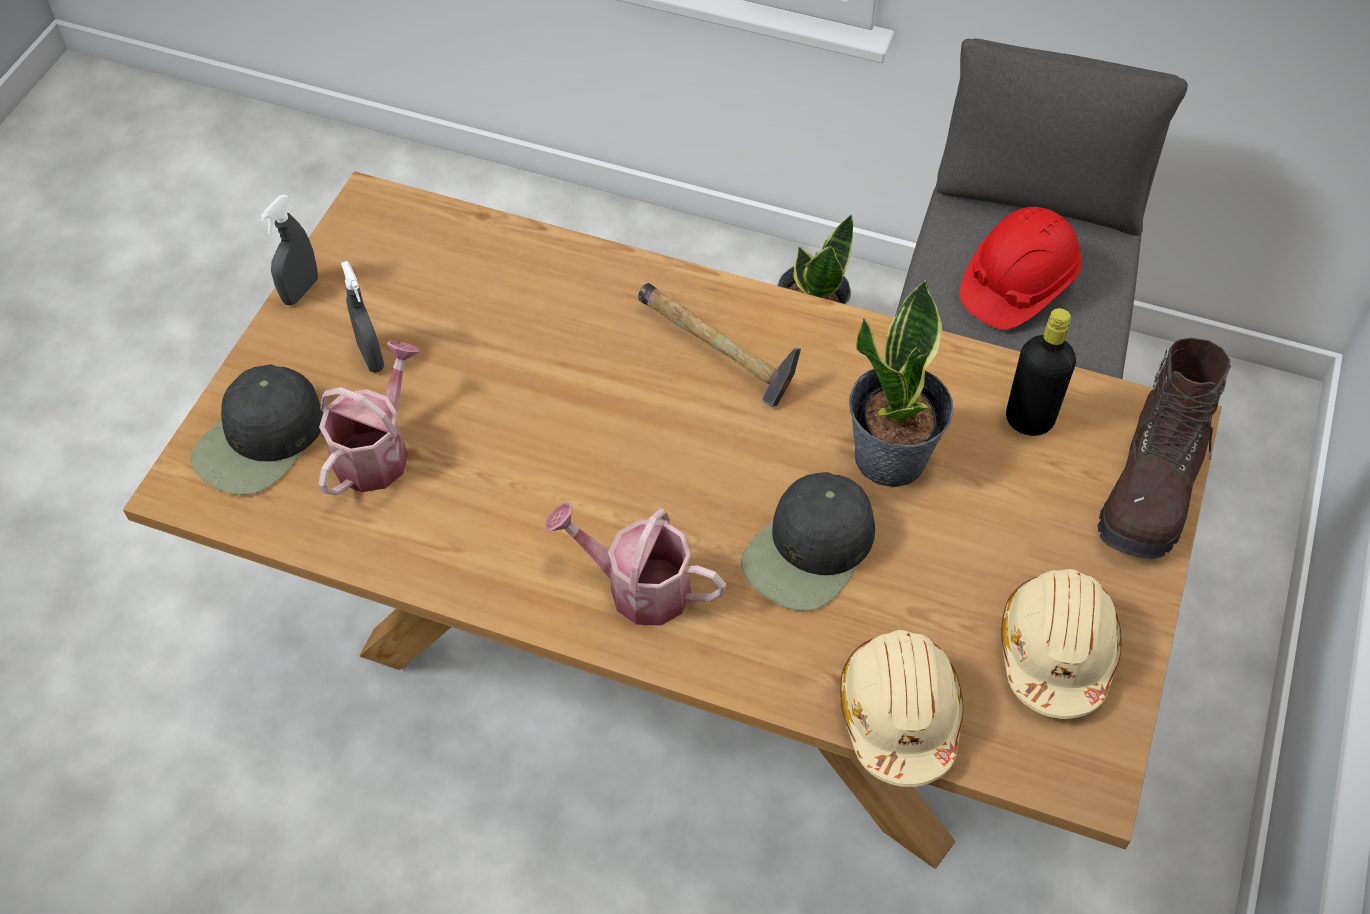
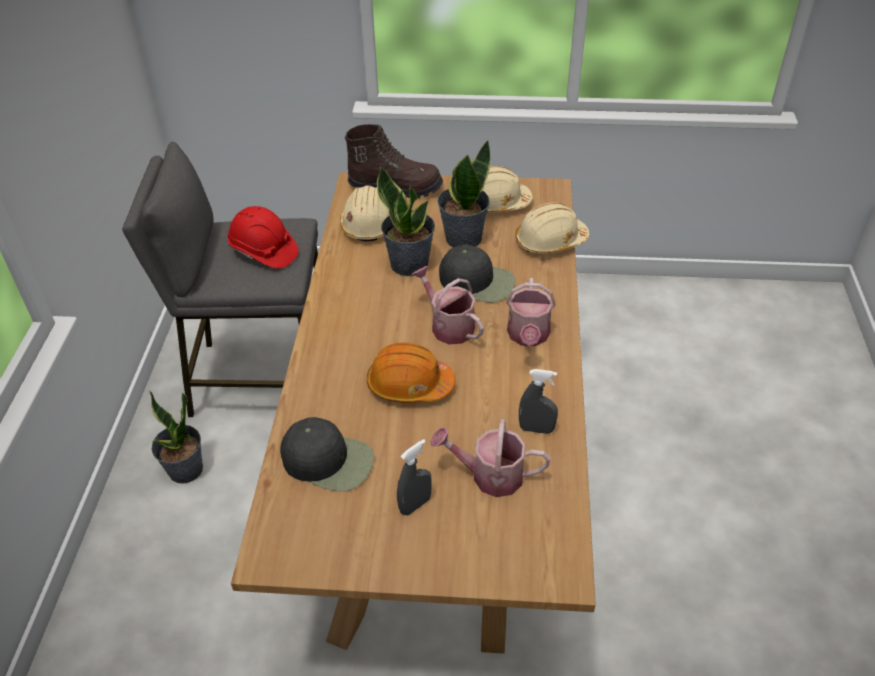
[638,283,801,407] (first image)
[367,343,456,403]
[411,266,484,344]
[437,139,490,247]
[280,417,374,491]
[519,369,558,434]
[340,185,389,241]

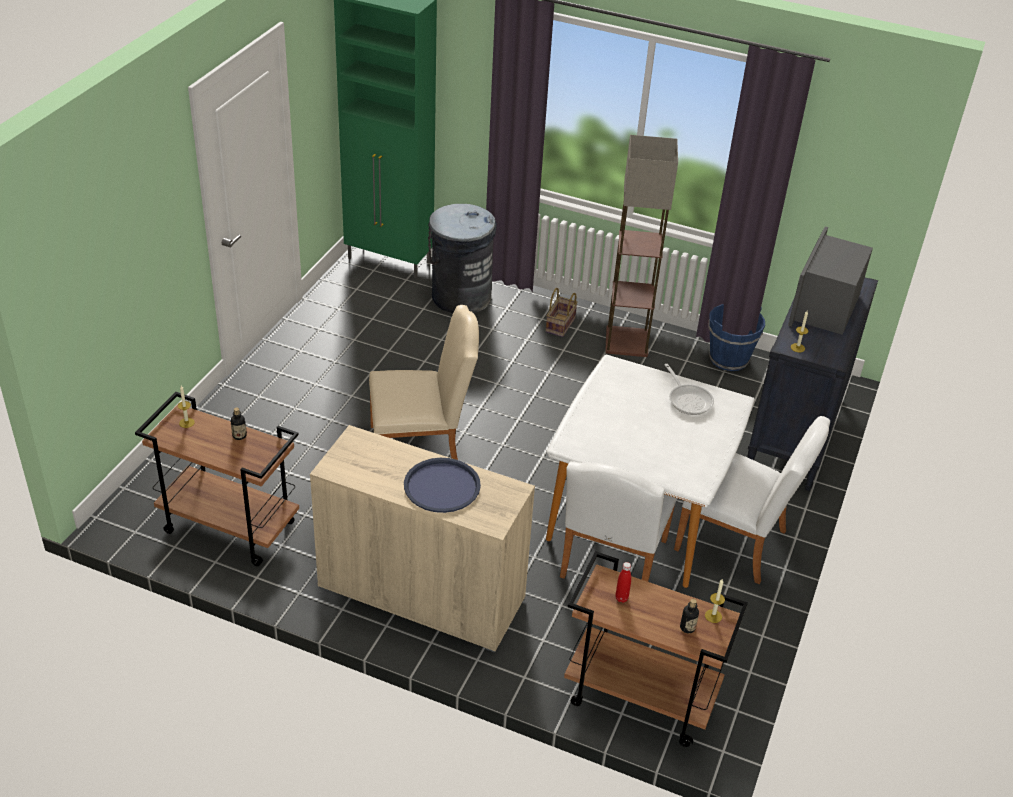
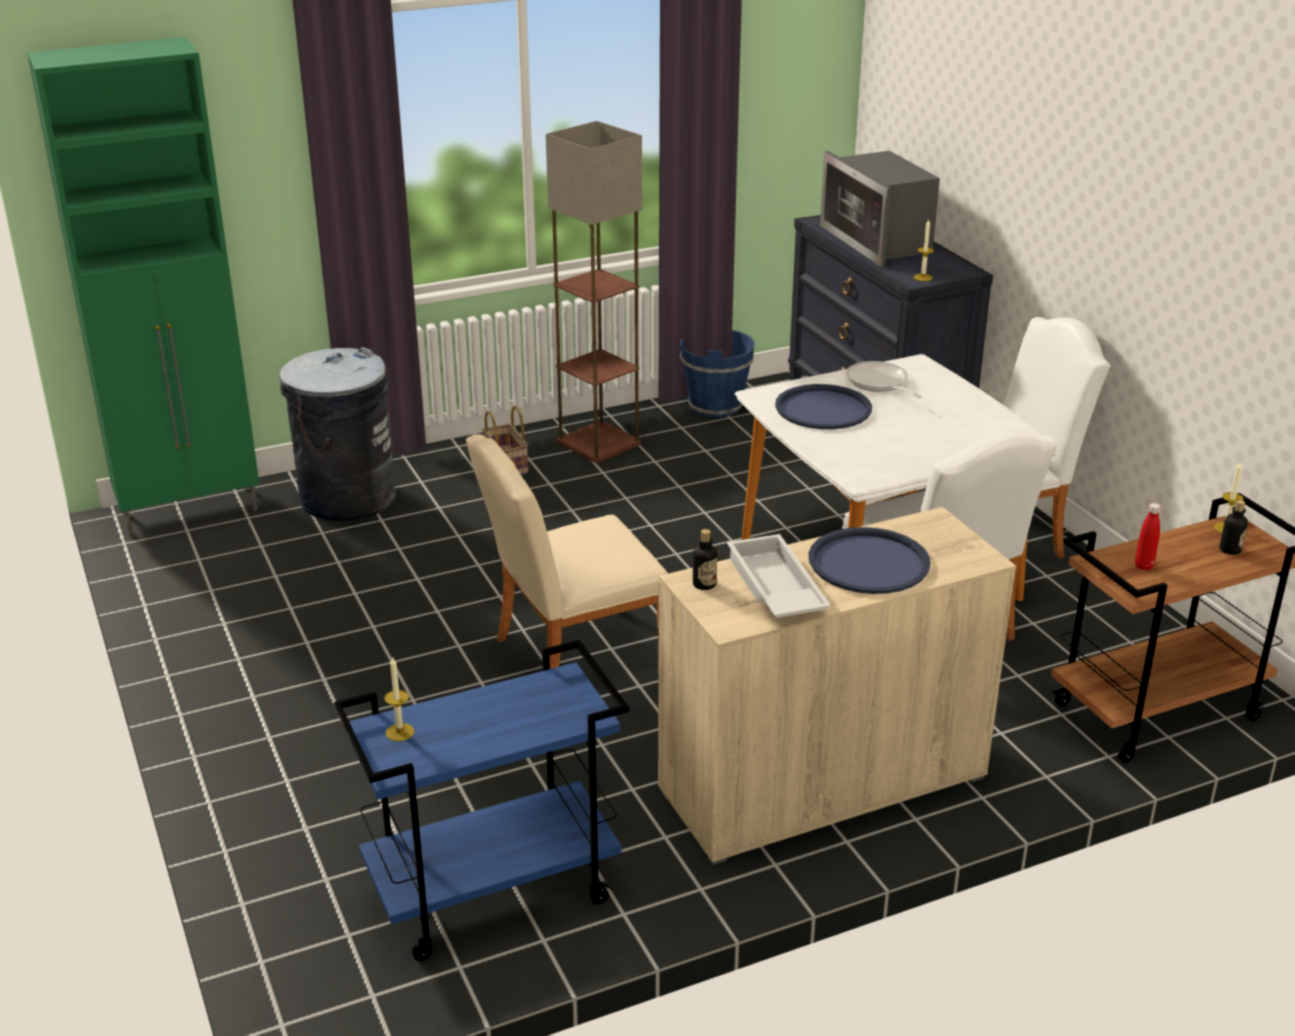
[727,534,831,618]
[775,384,872,429]
[693,529,717,590]
[334,640,629,961]
[466,434,668,669]
[846,361,922,398]

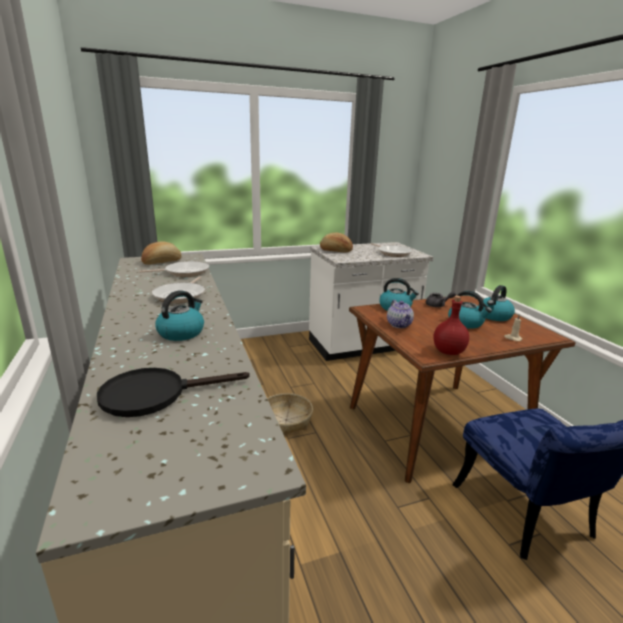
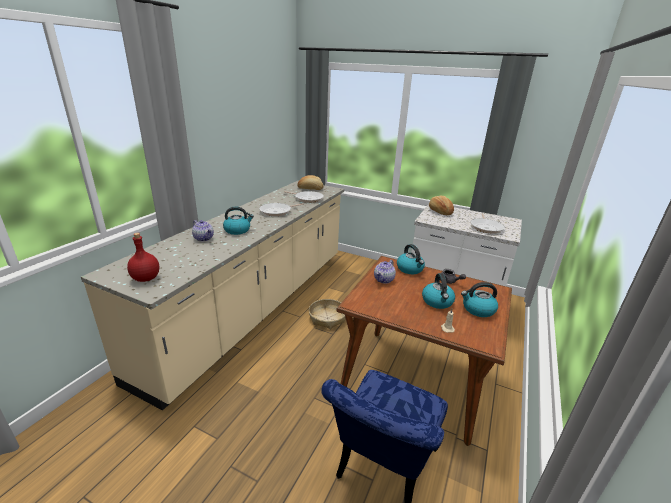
[97,368,249,417] (first image)
[192,220,214,242]
[127,233,159,282]

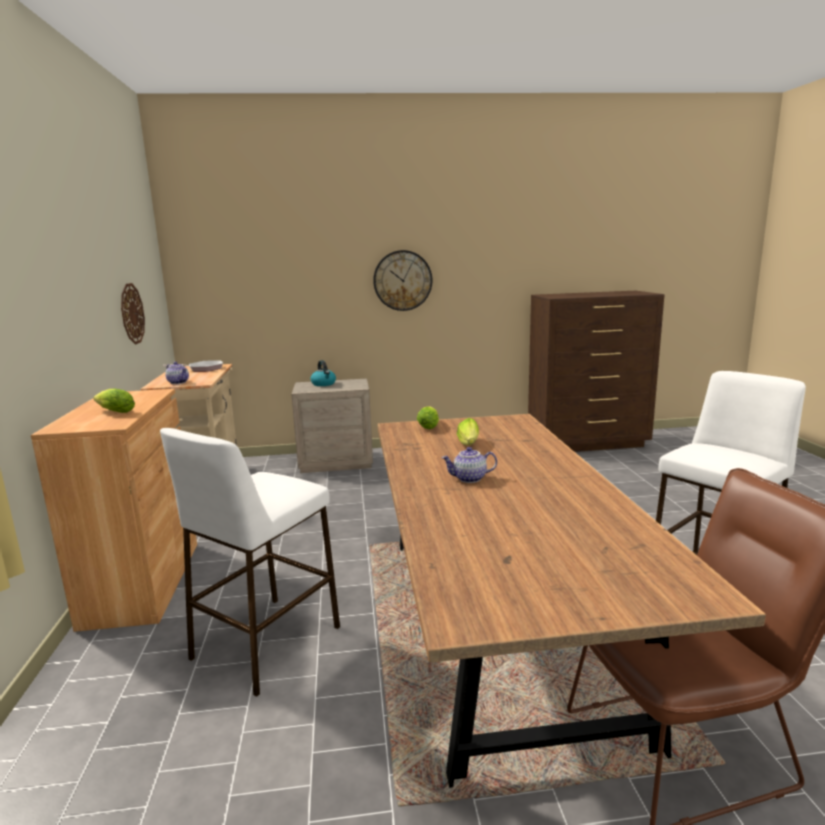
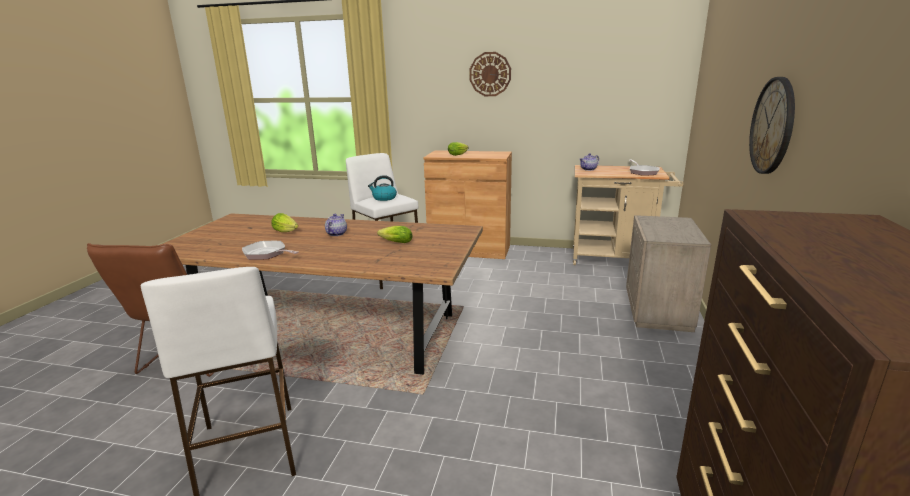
[242,241,299,260]
[470,52,511,96]
[368,175,397,201]
[271,213,298,232]

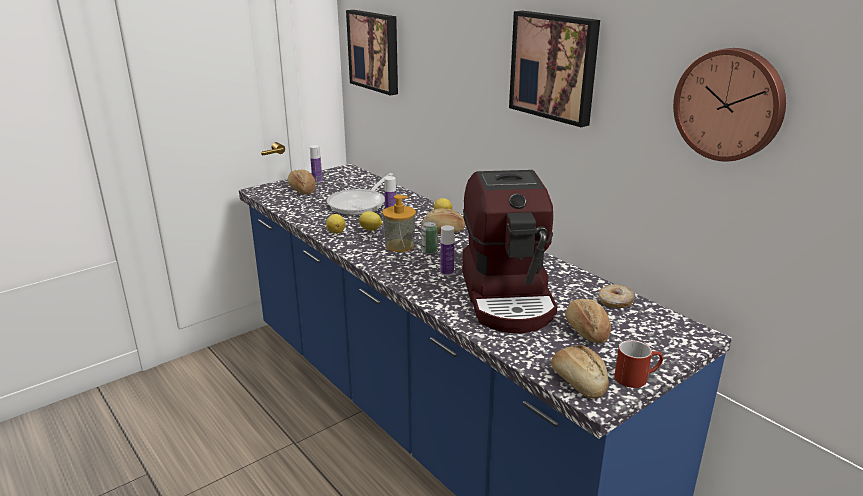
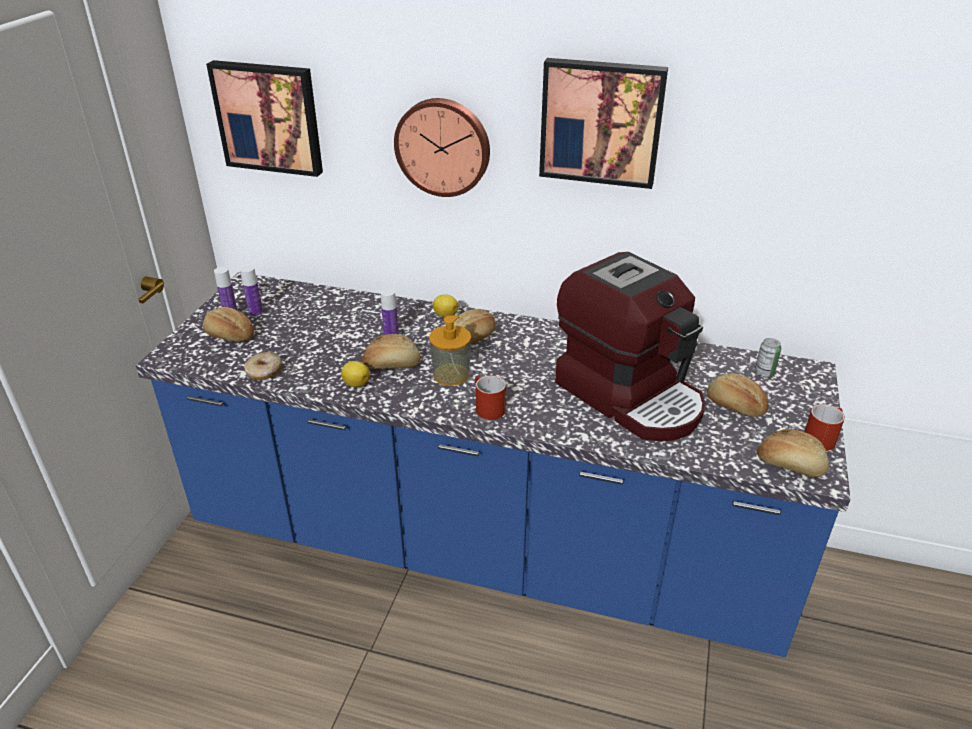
[327,173,393,215] (first image)
[475,375,506,420]
[755,338,781,377]
[240,265,263,317]
[244,352,282,380]
[394,98,490,197]
[362,334,421,369]

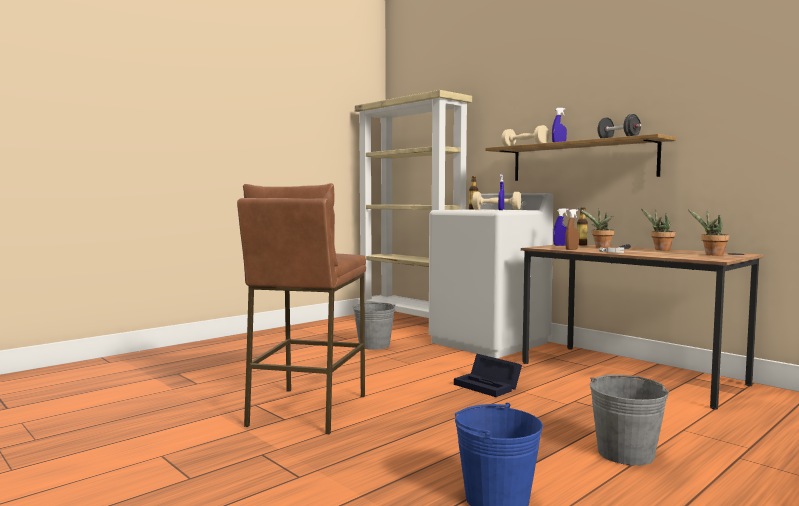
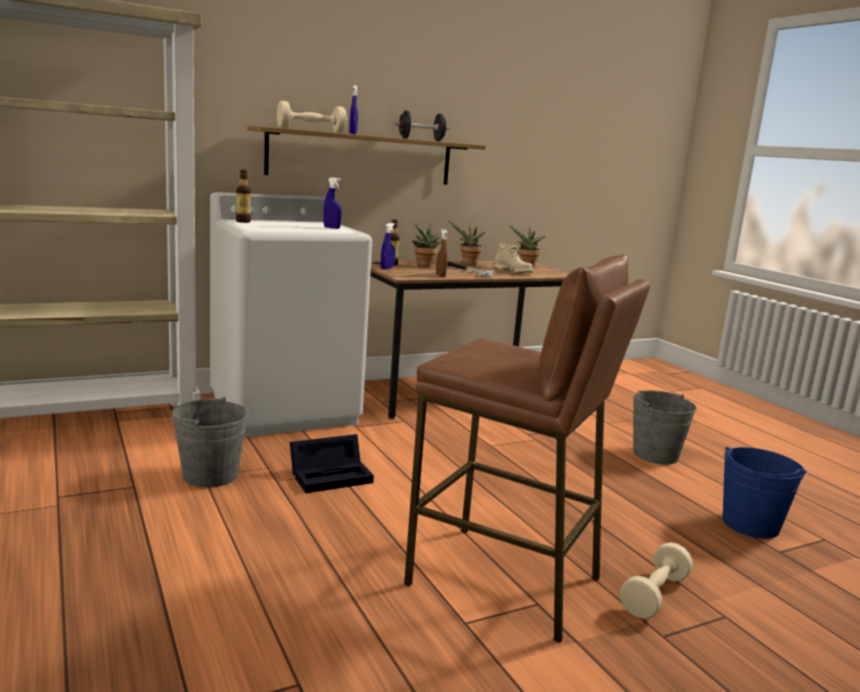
[493,244,534,273]
[290,434,374,493]
[620,542,693,619]

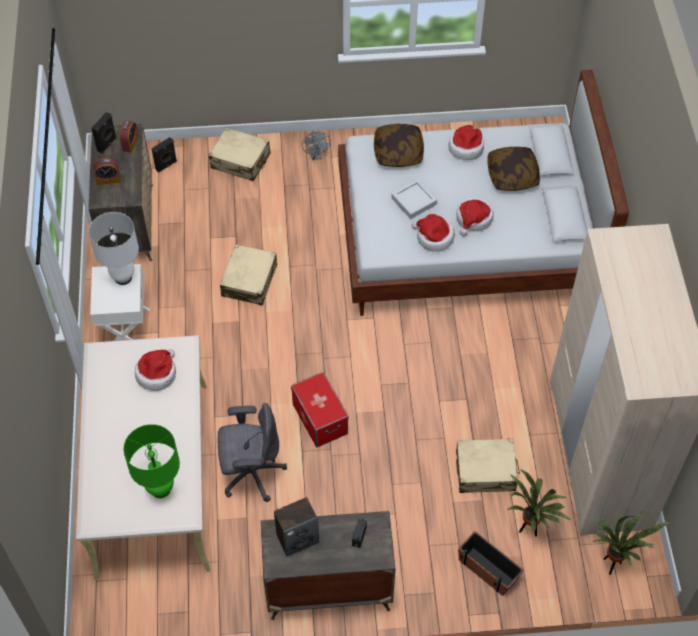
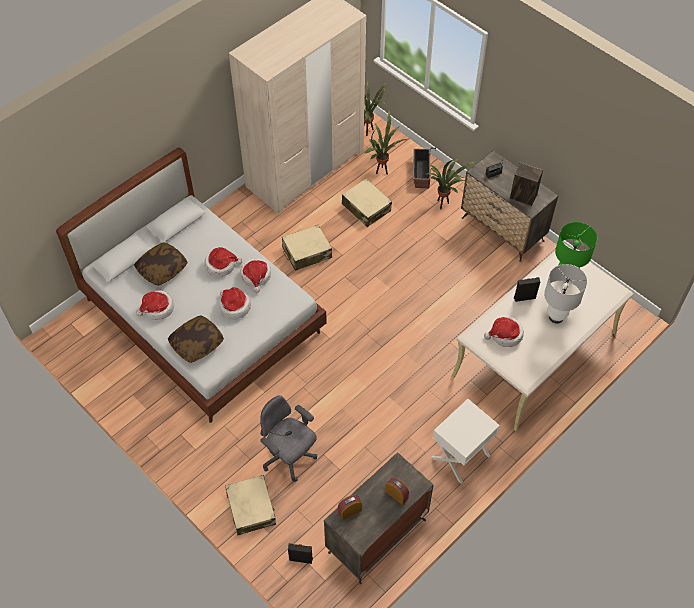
[291,372,349,447] (first image)
[302,130,331,160] (first image)
[426,157,476,209]
[544,264,587,323]
[514,277,540,302]
[260,395,317,482]
[282,225,332,271]
[219,287,251,319]

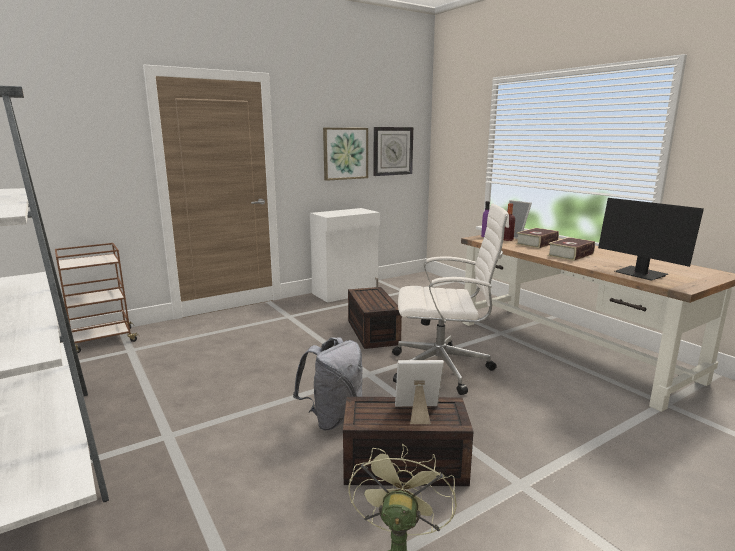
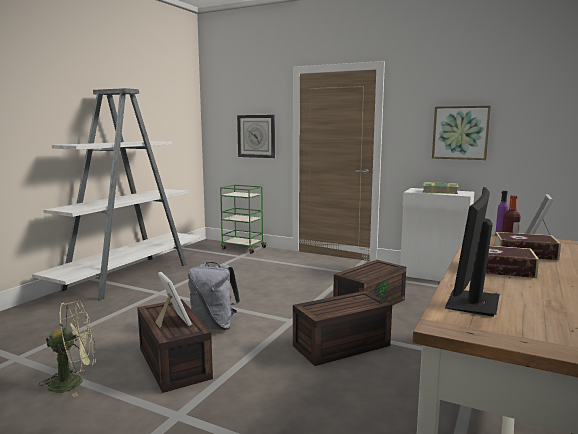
[423,182,459,194]
[237,115,275,158]
[293,291,392,366]
[220,185,268,254]

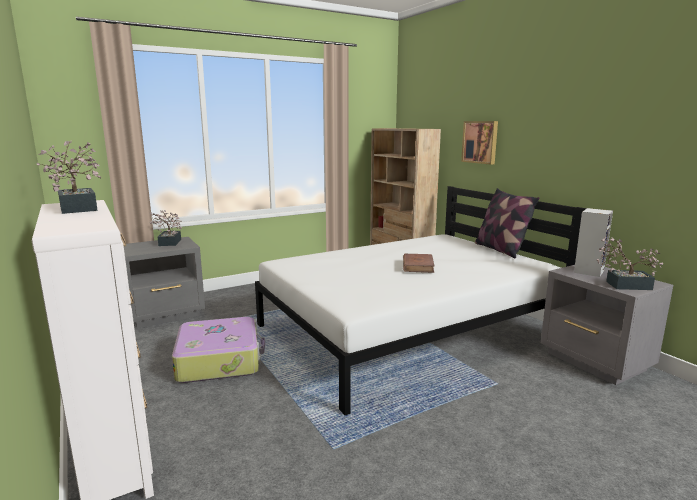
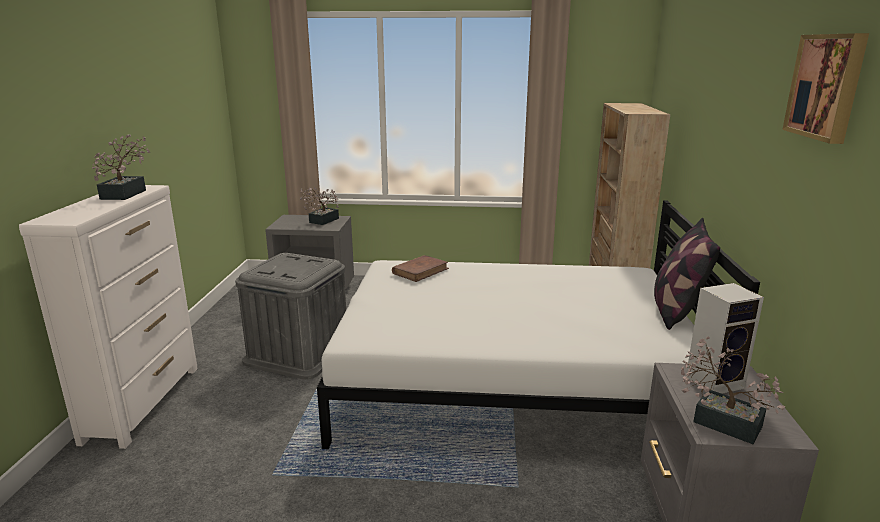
[392,255,449,282]
[782,33,869,144]
[235,253,346,380]

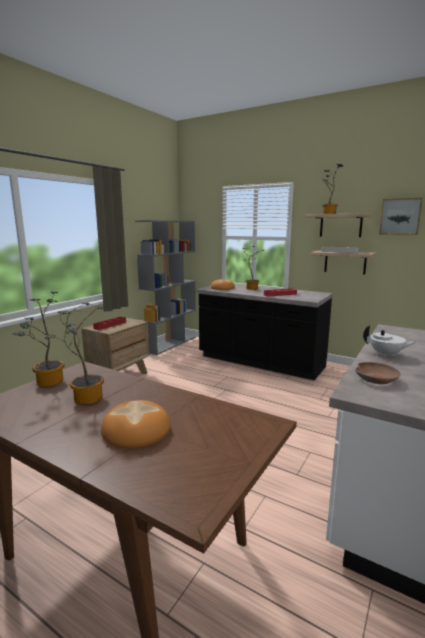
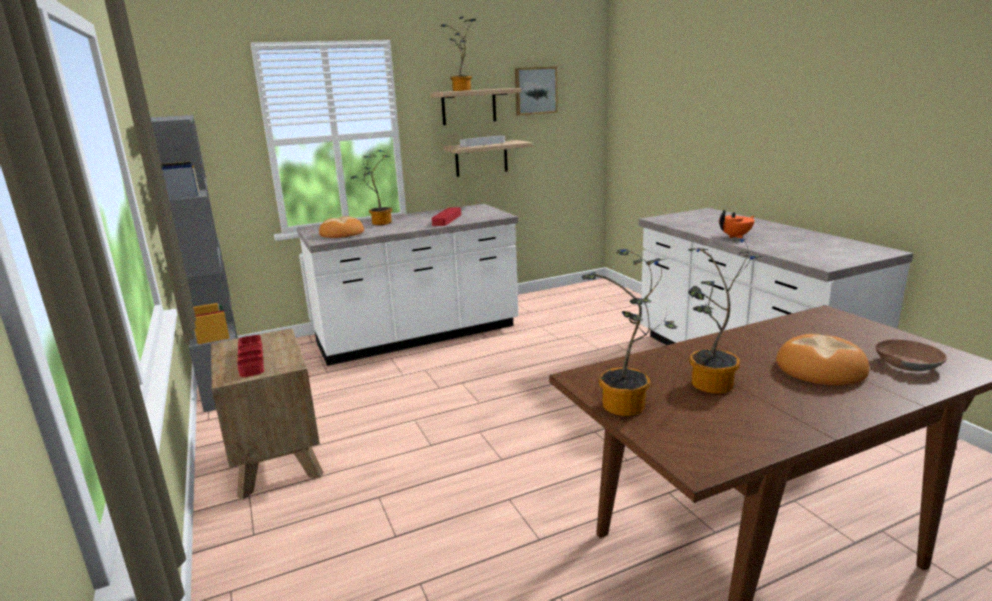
[875,339,947,371]
[297,204,518,366]
[719,210,755,238]

